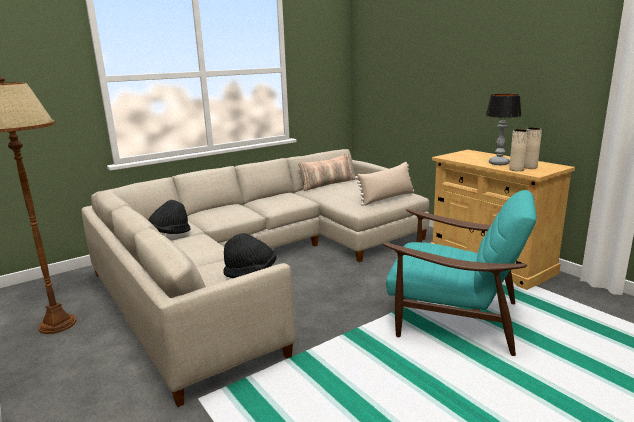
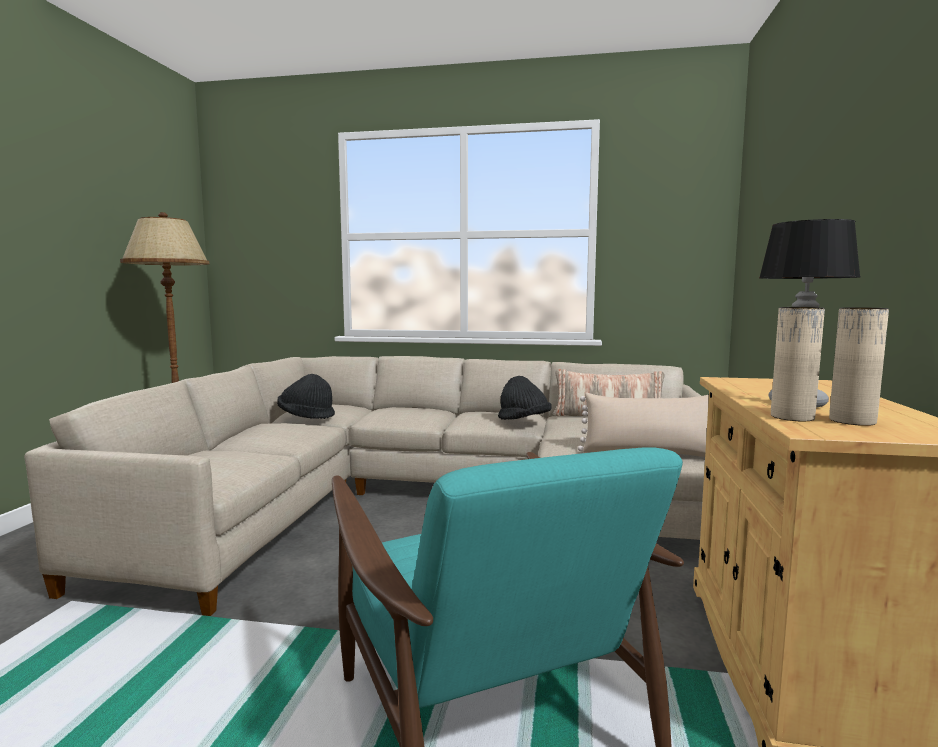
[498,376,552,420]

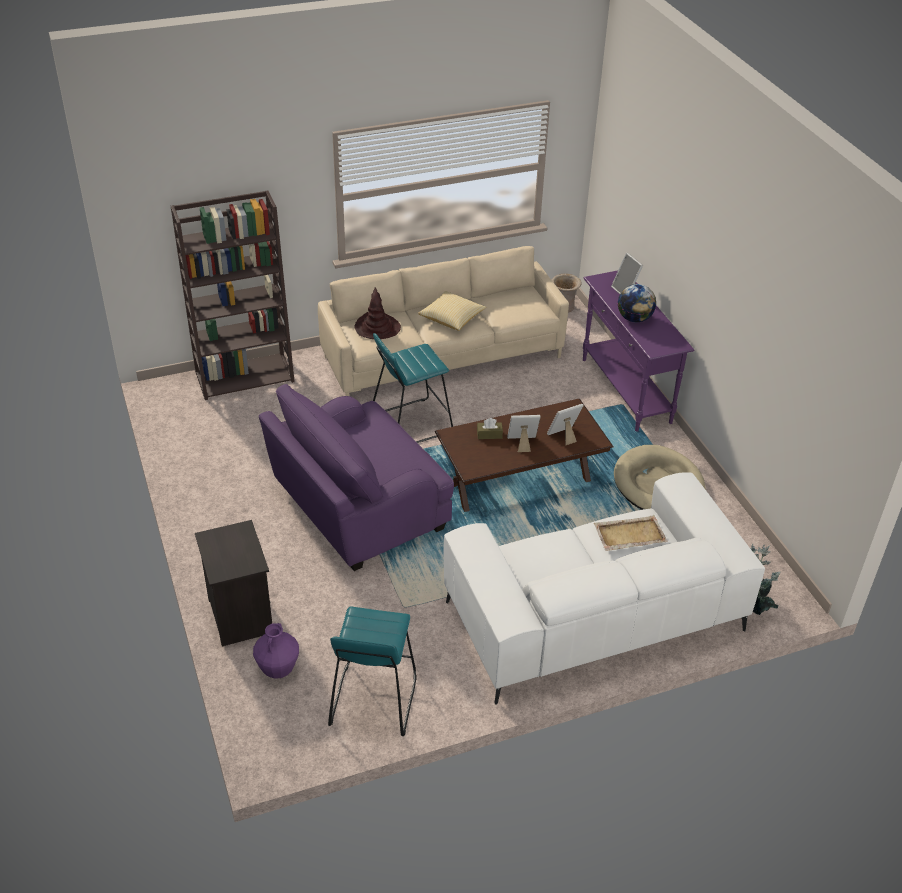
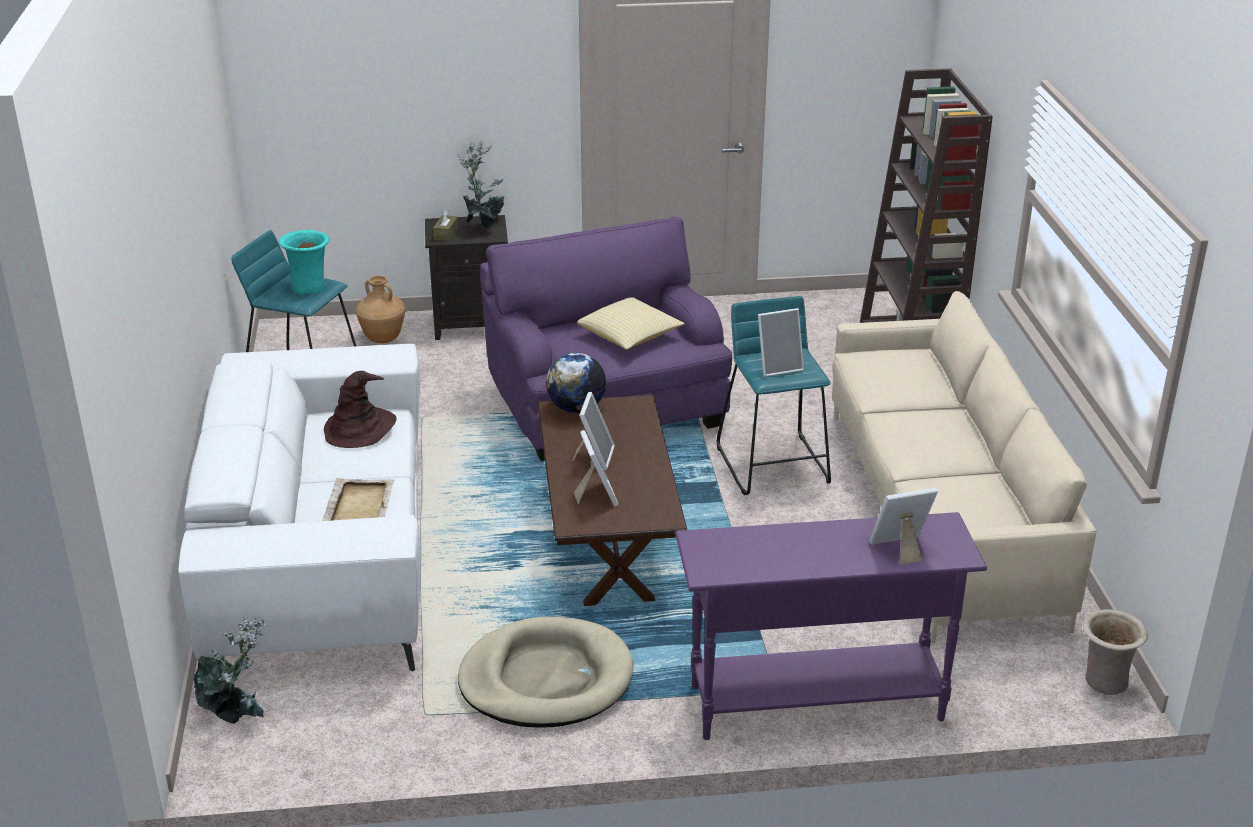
[279,230,329,295]
[458,141,505,229]
[758,308,804,377]
[324,371,396,448]
[577,297,684,350]
[433,210,458,241]
[546,353,606,413]
[355,276,406,343]

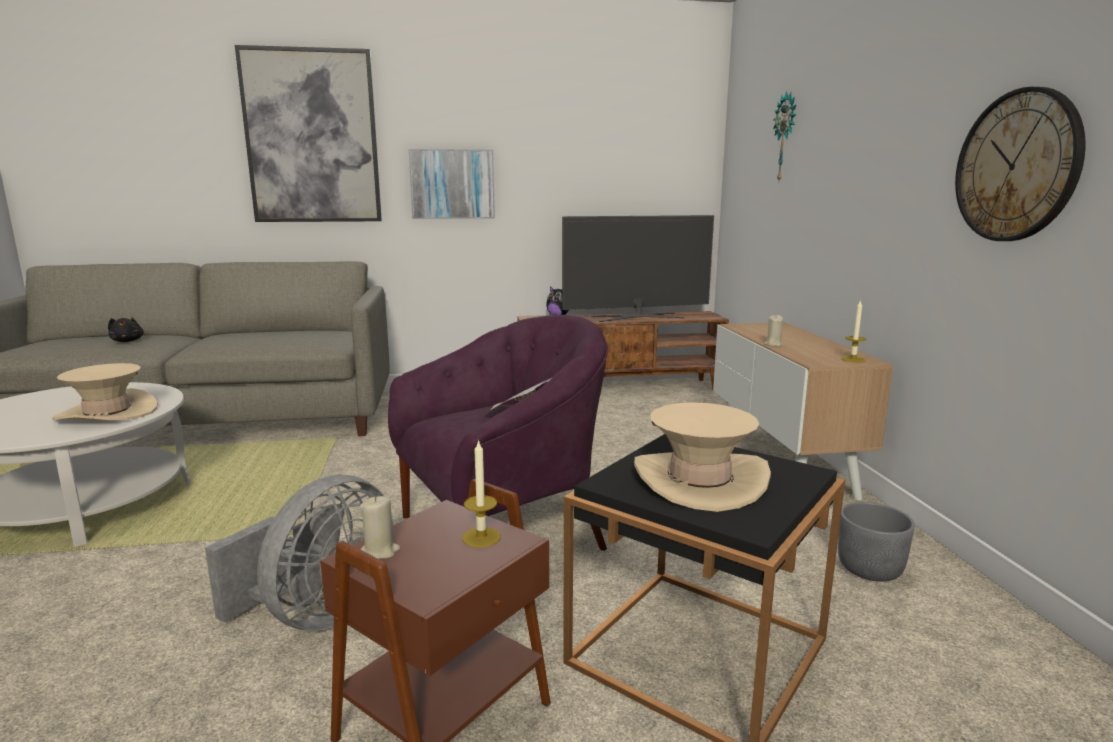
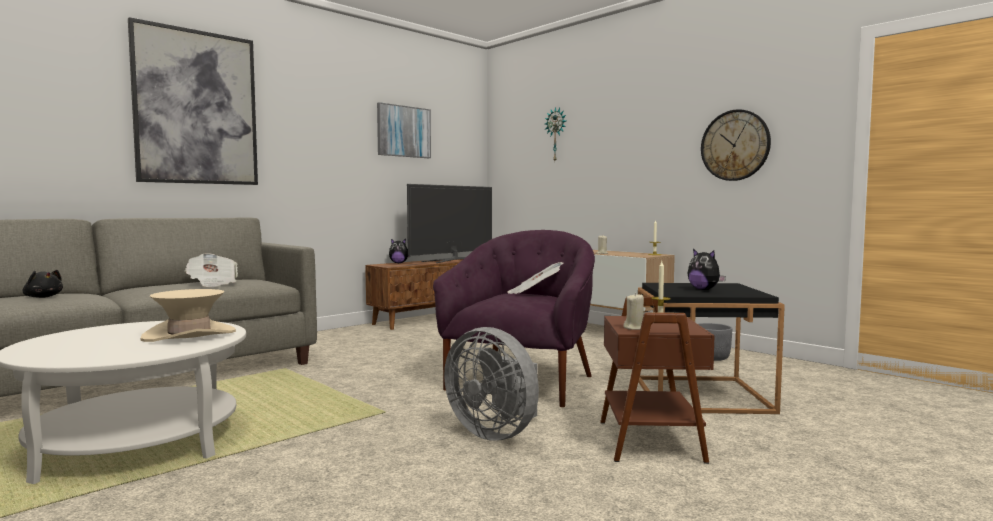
[185,253,238,287]
[377,102,431,158]
[688,249,726,290]
[444,327,539,441]

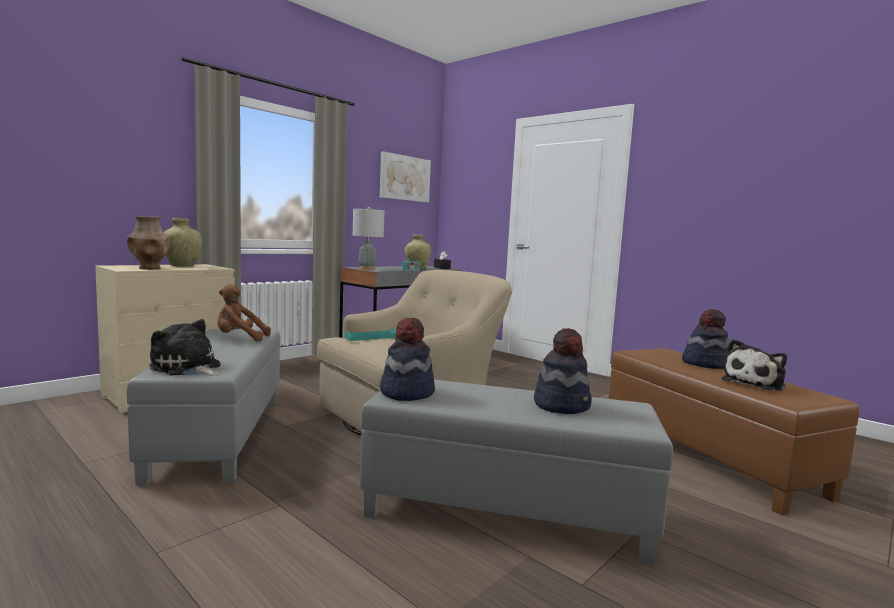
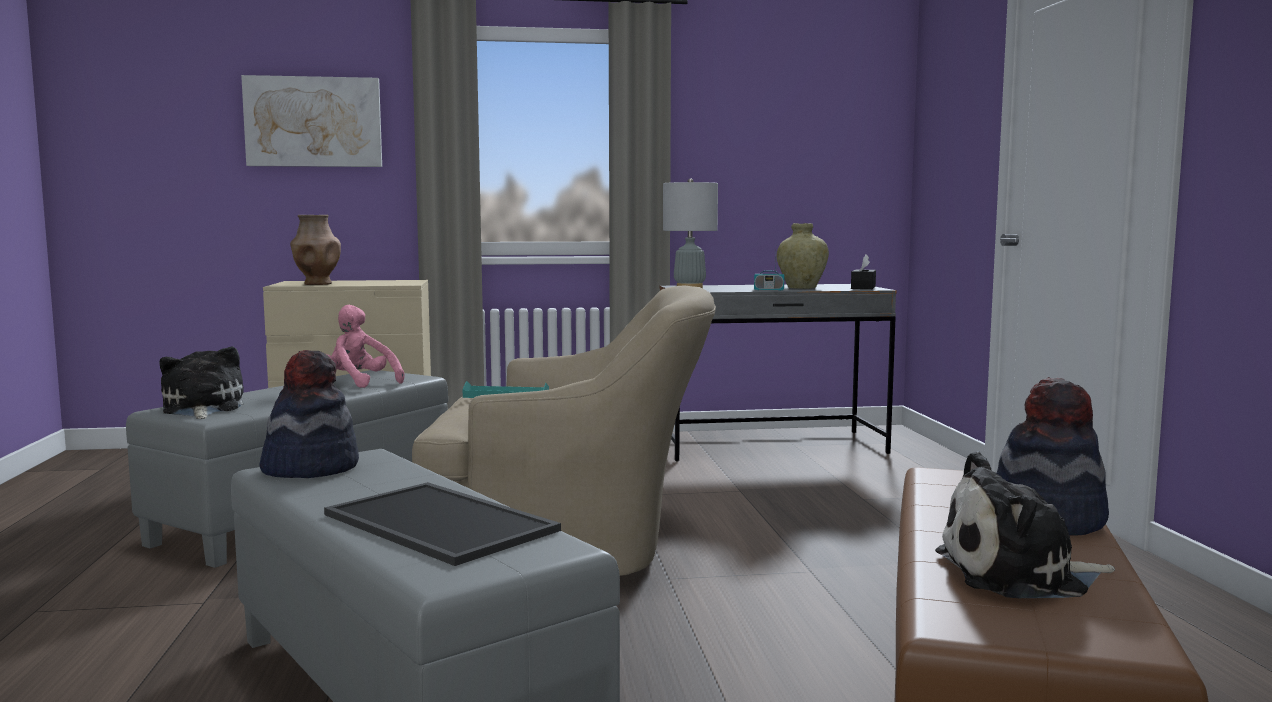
[164,218,202,267] (first image)
[241,75,382,167]
[324,482,561,566]
[327,305,405,388]

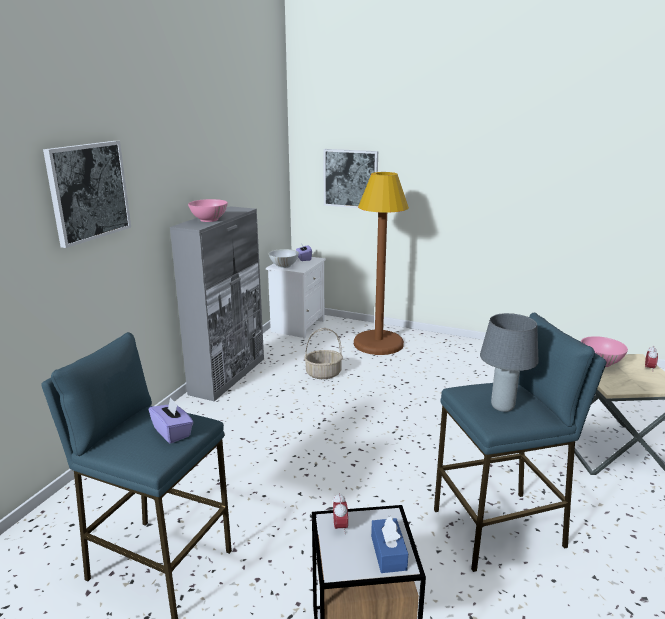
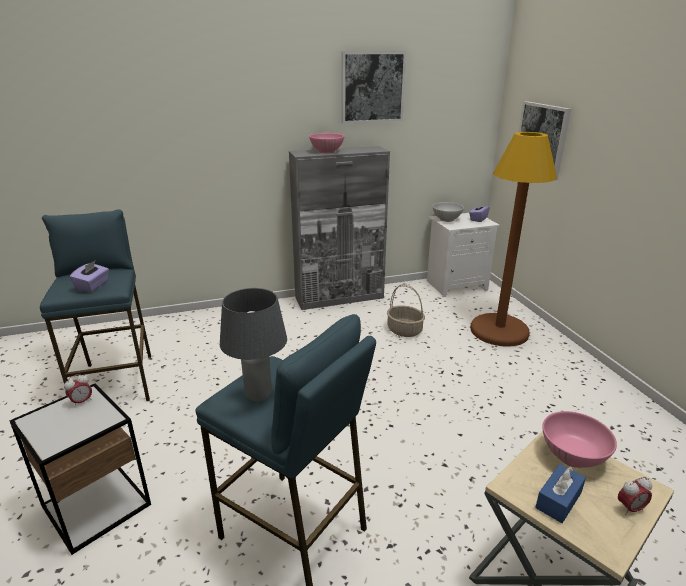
[341,51,406,123]
[535,464,586,523]

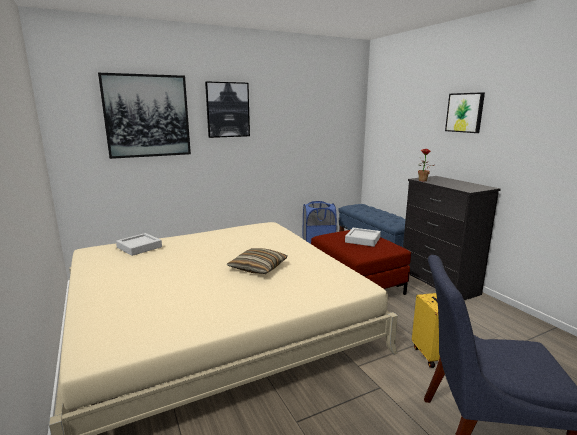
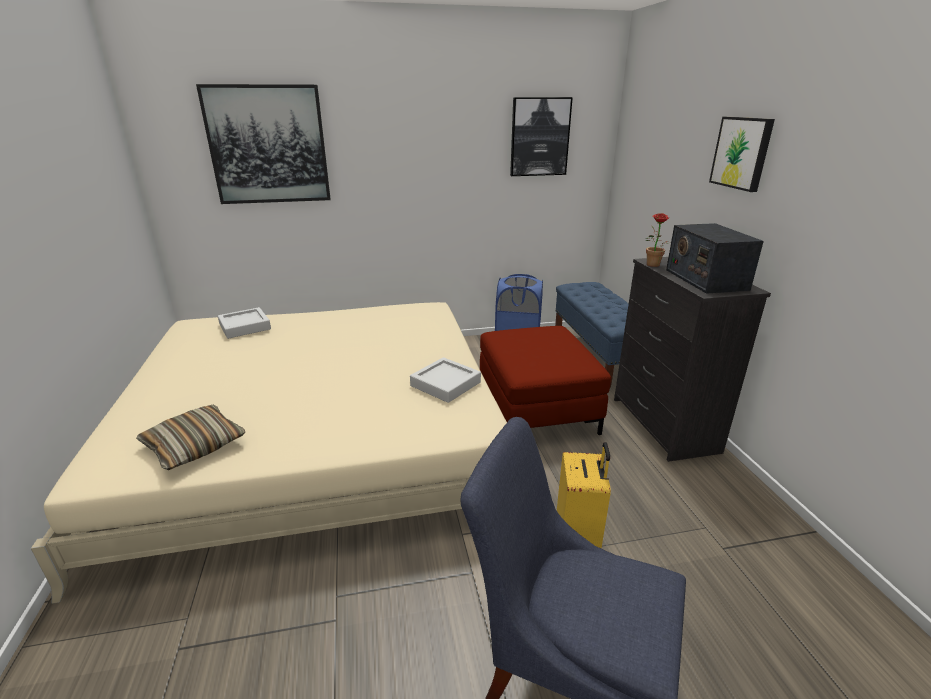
[666,223,764,294]
[510,97,573,176]
[136,404,246,470]
[410,357,481,403]

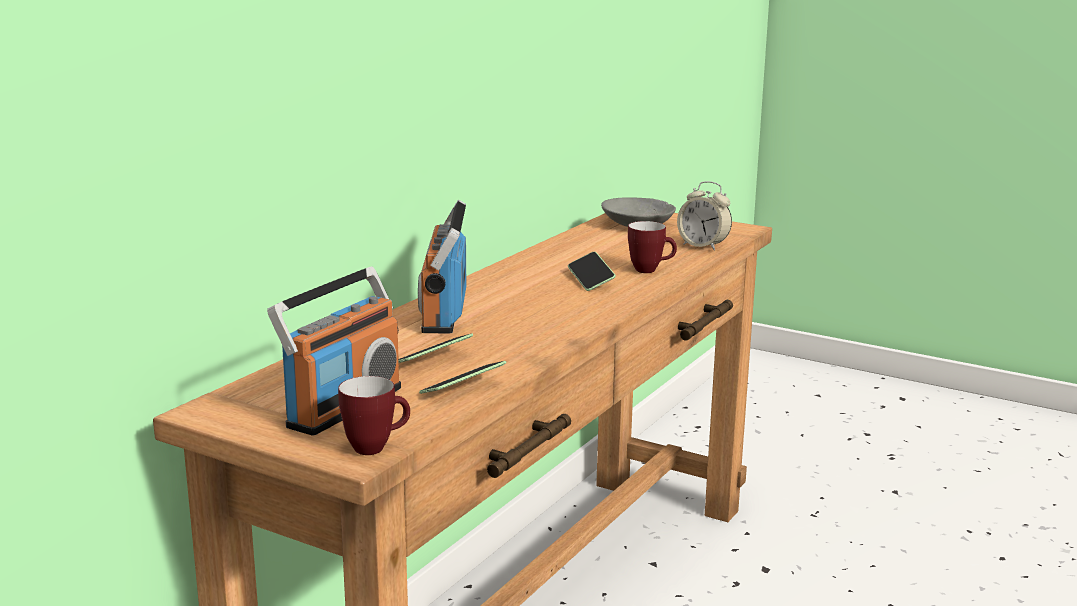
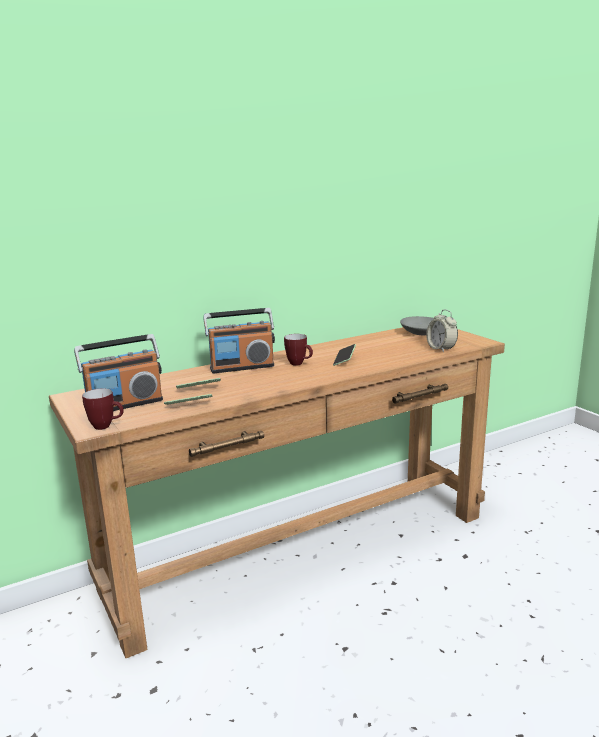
[284,334,313,366]
[203,308,275,373]

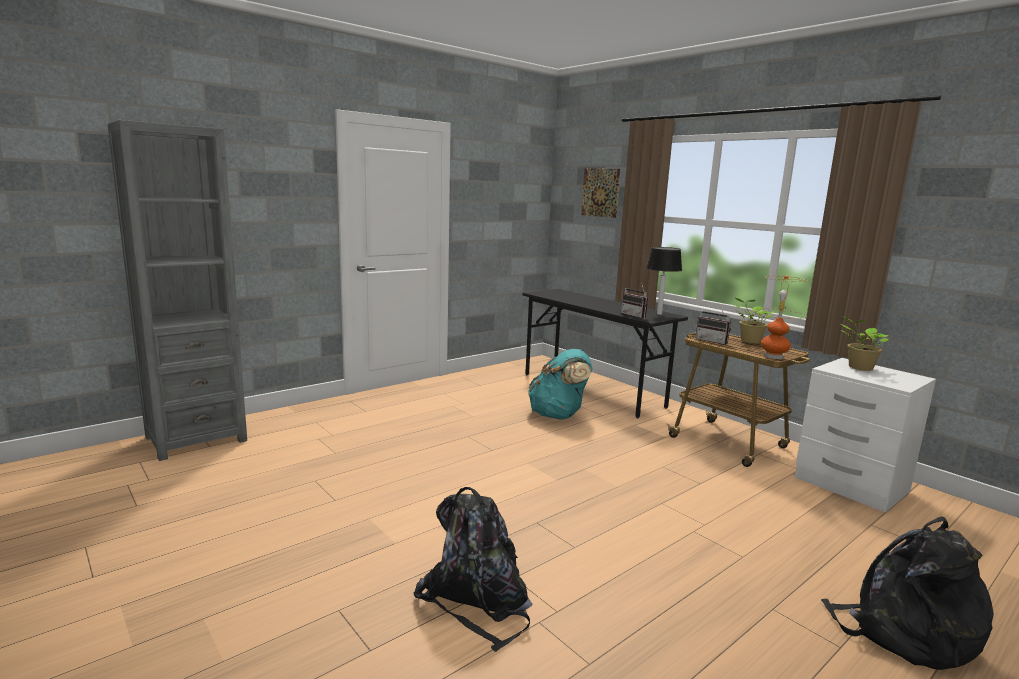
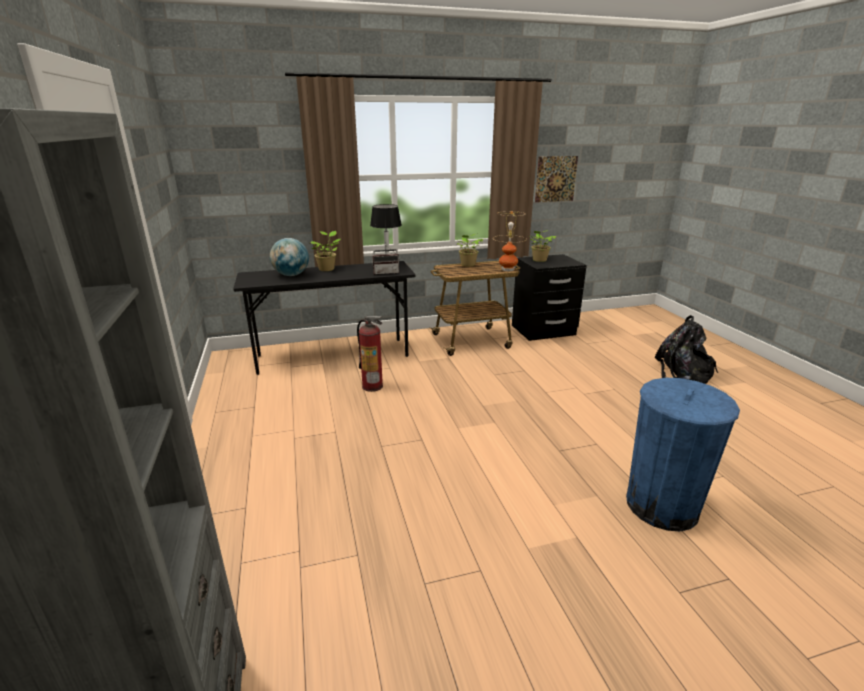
[696,304,731,345] (first image)
[270,238,309,276]
[311,231,340,271]
[535,156,578,202]
[626,378,740,531]
[357,316,383,392]
[512,254,587,341]

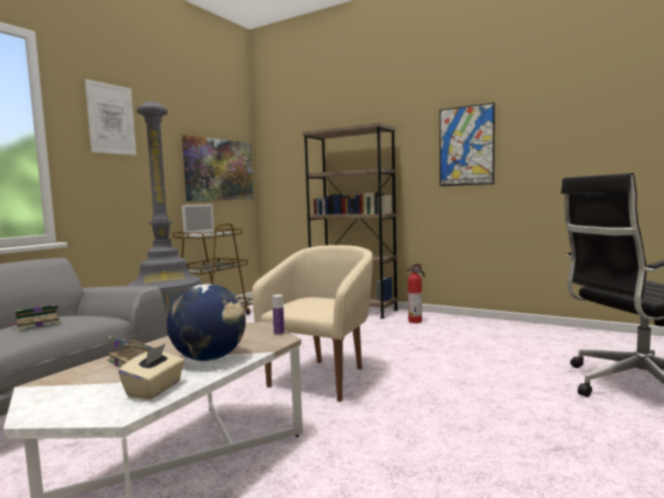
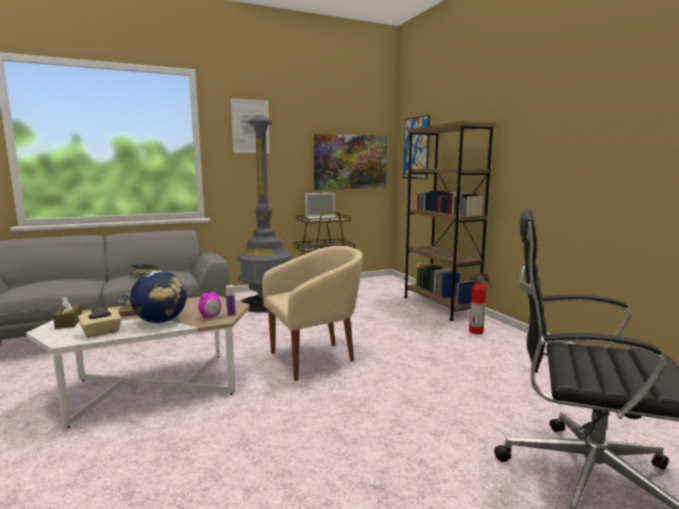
[53,296,82,329]
[198,292,221,318]
[403,115,430,179]

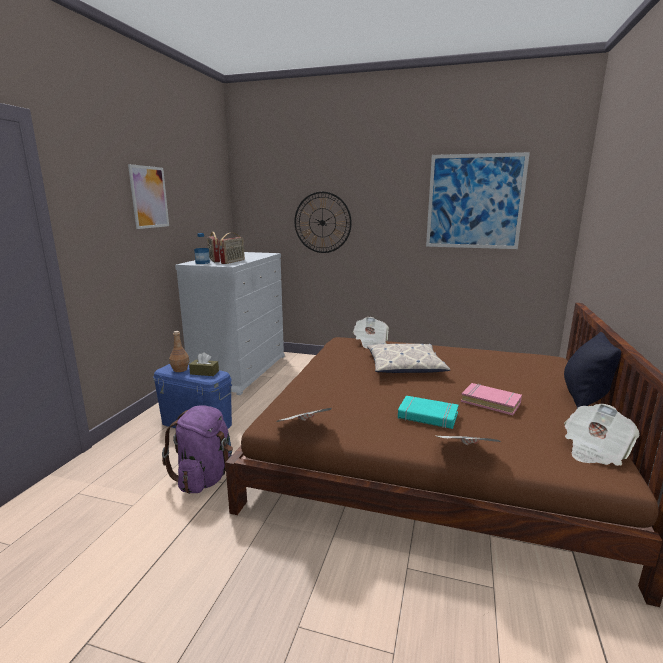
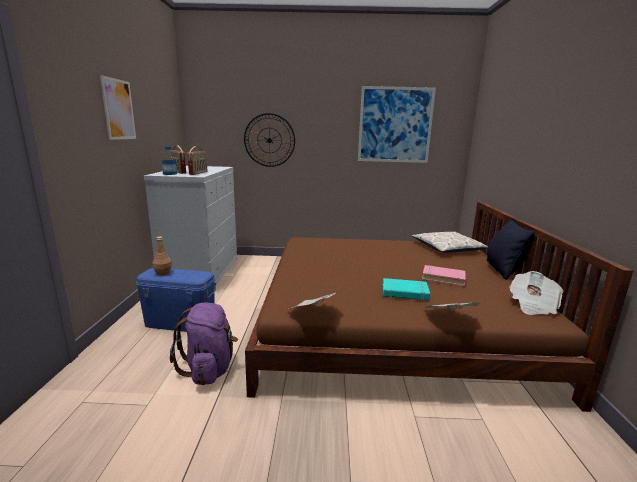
[189,352,219,376] (first image)
[353,317,389,349] (first image)
[412,231,488,253]

